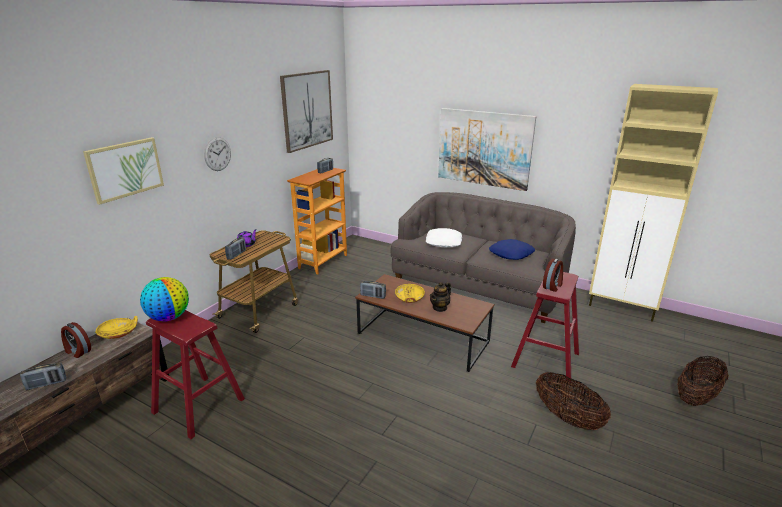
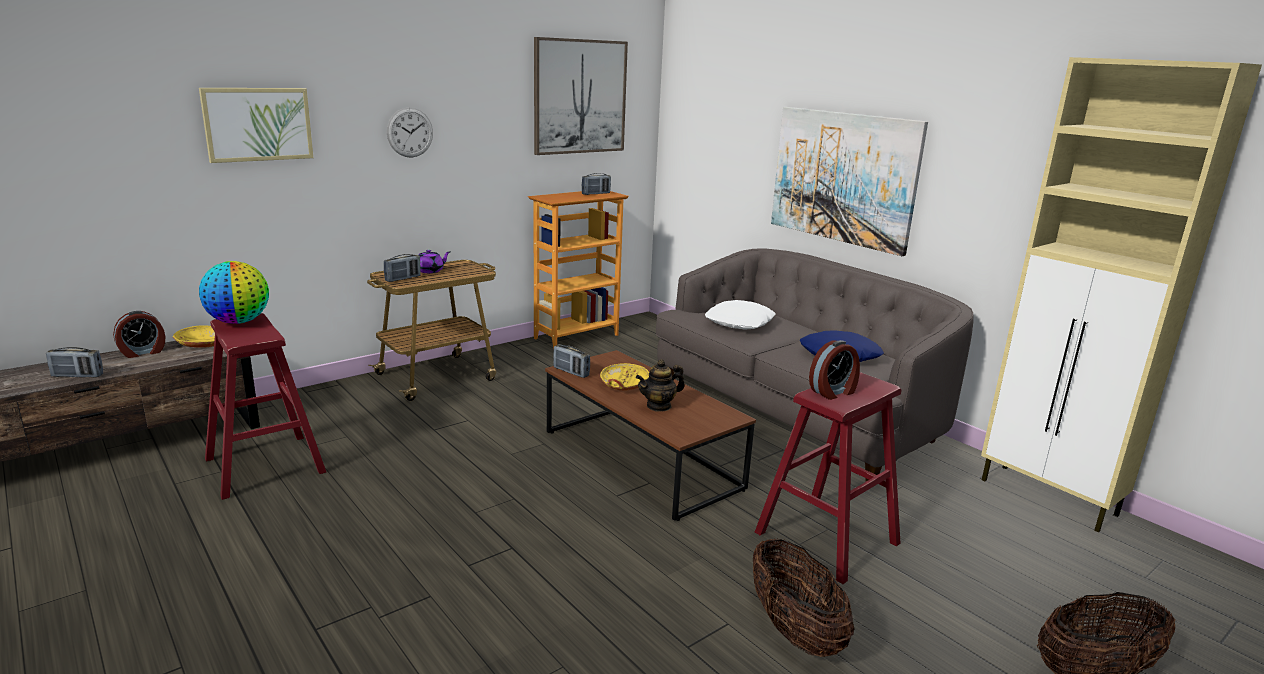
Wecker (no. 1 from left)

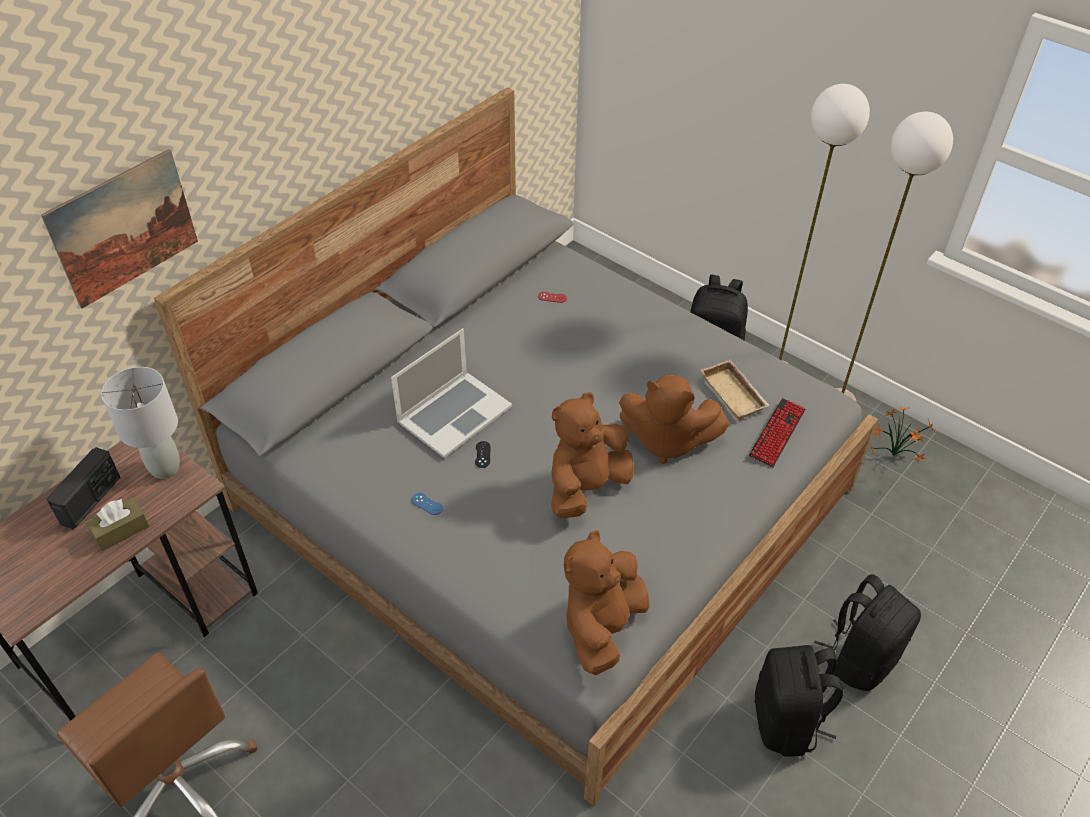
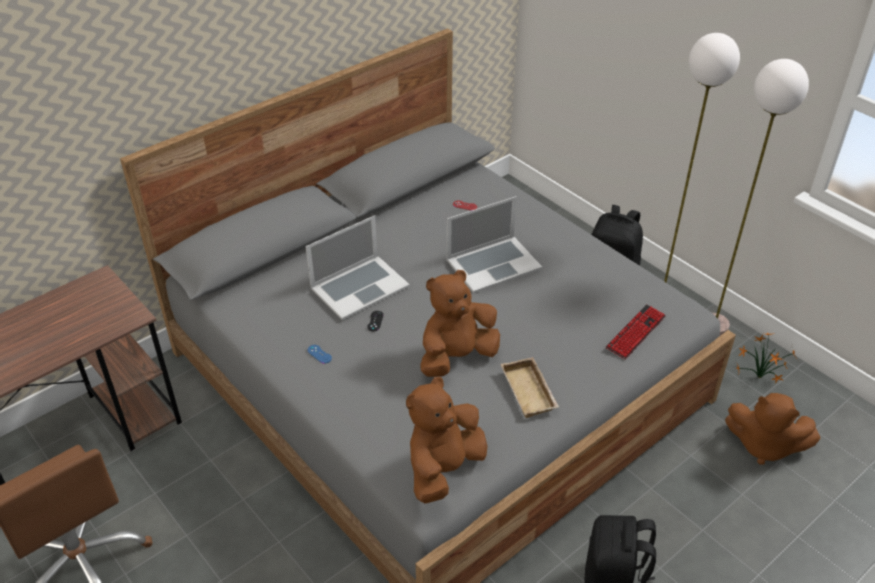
Bild; Radio; Taschentuchbox (braun); Tischlampe (grau); Rucksack (schwarz) (no. 3 from left in the first image); Laptop (no. 2 from left); Plüschtier (braun) (no. 3 from left); Tablett (beige)

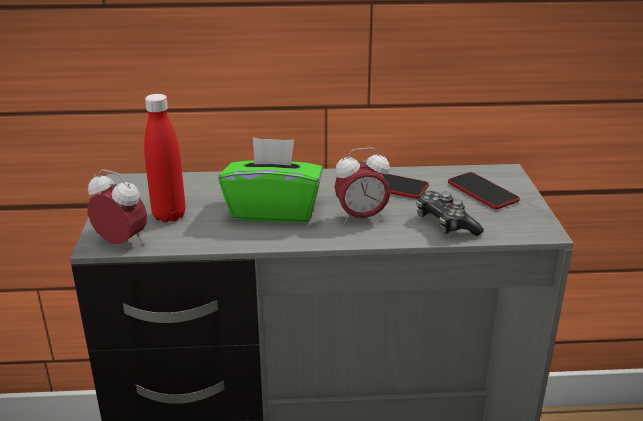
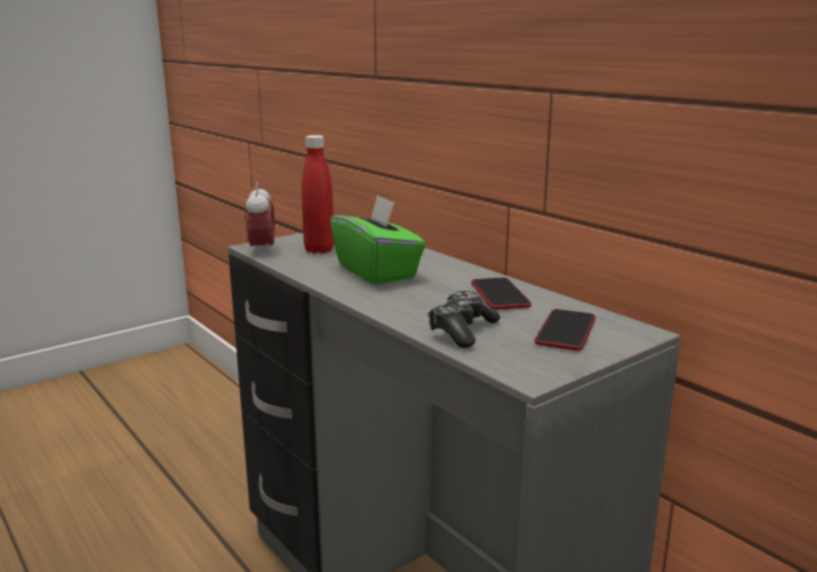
Wecker (no. 2 from left in the first image)

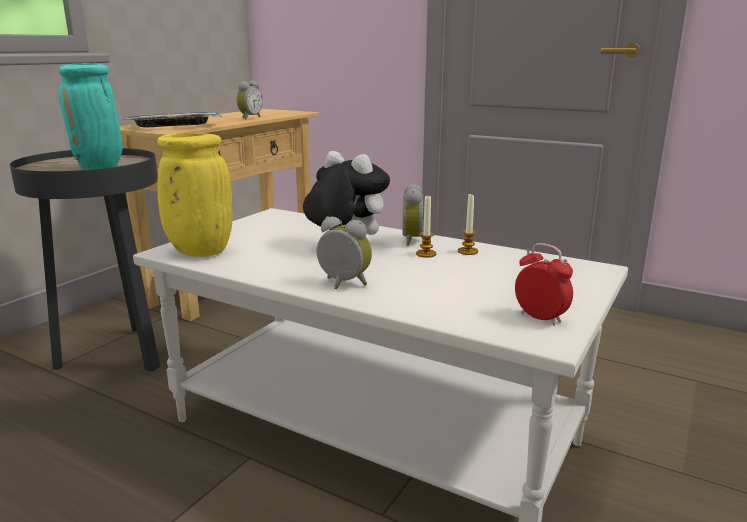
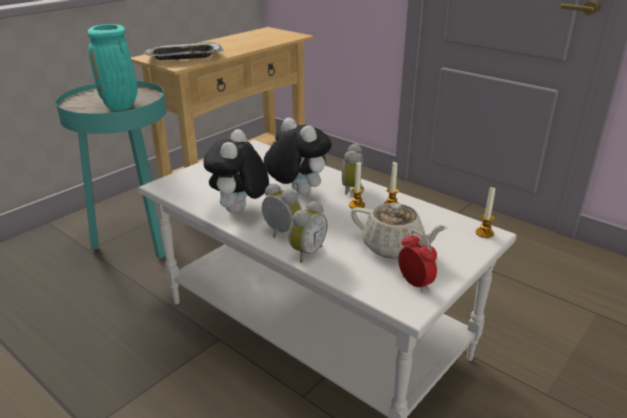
Vase (gelb); Plüschtier (no. 1 from left); Teekanne (beige); Kerze (no. 3 from left); Wecker (no. 2 from left); Beistelltisch (türkis)

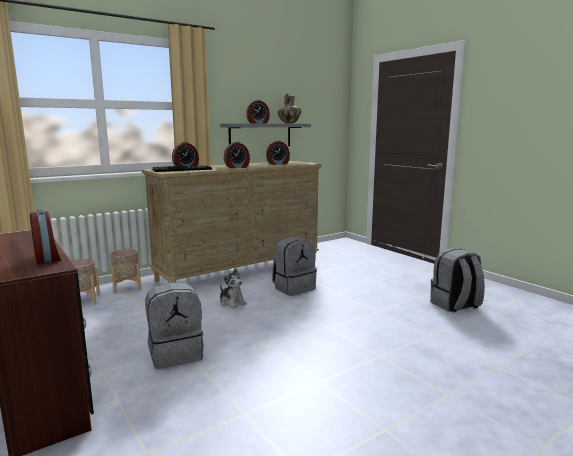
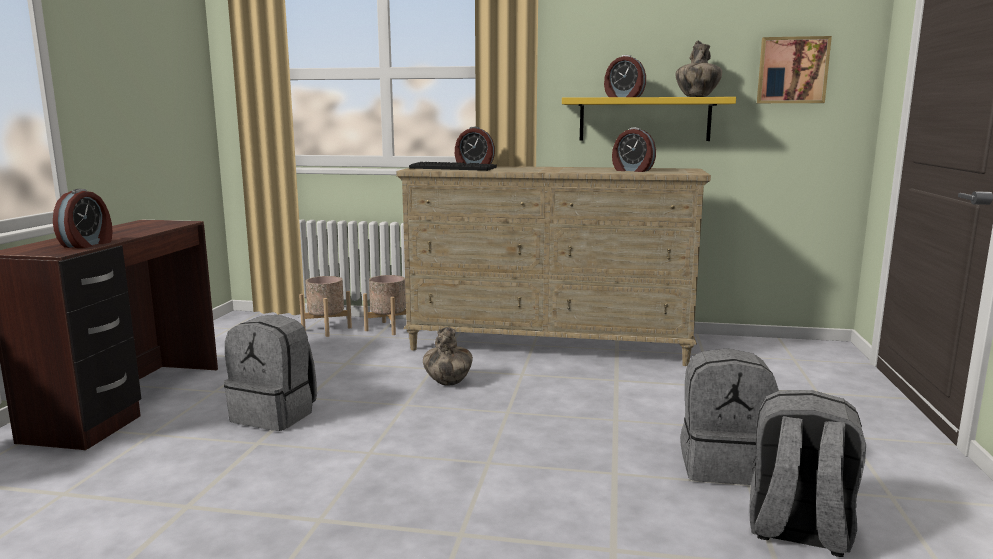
Wecker (no. 3 from left in the first image); Bild; Rucksack (grau) (no. 2 from left); Vase (no. 1 from left); Wandregal (gelb)

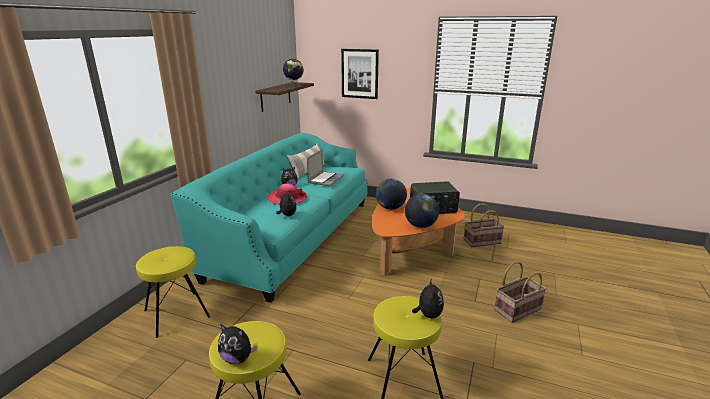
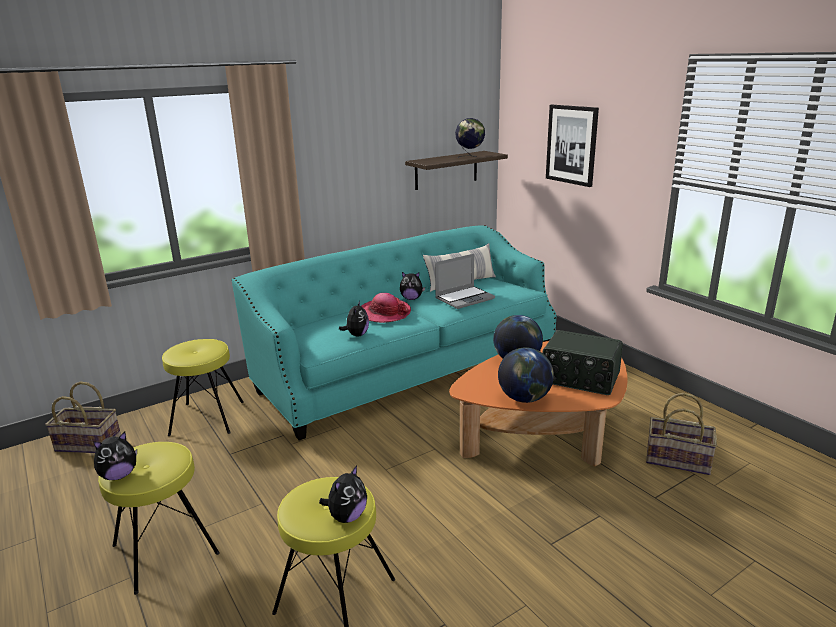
Korb (no. 1 from left); Plüschtier (no. 1 from left)

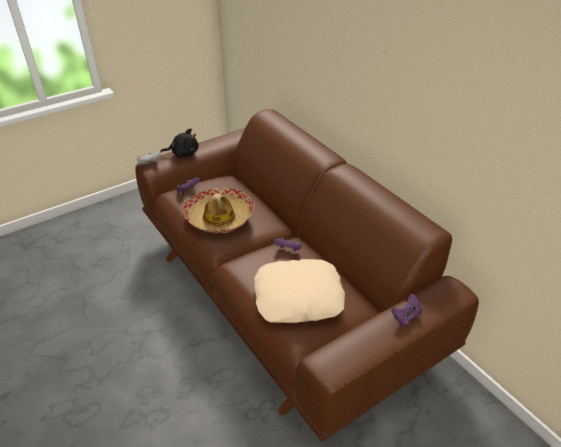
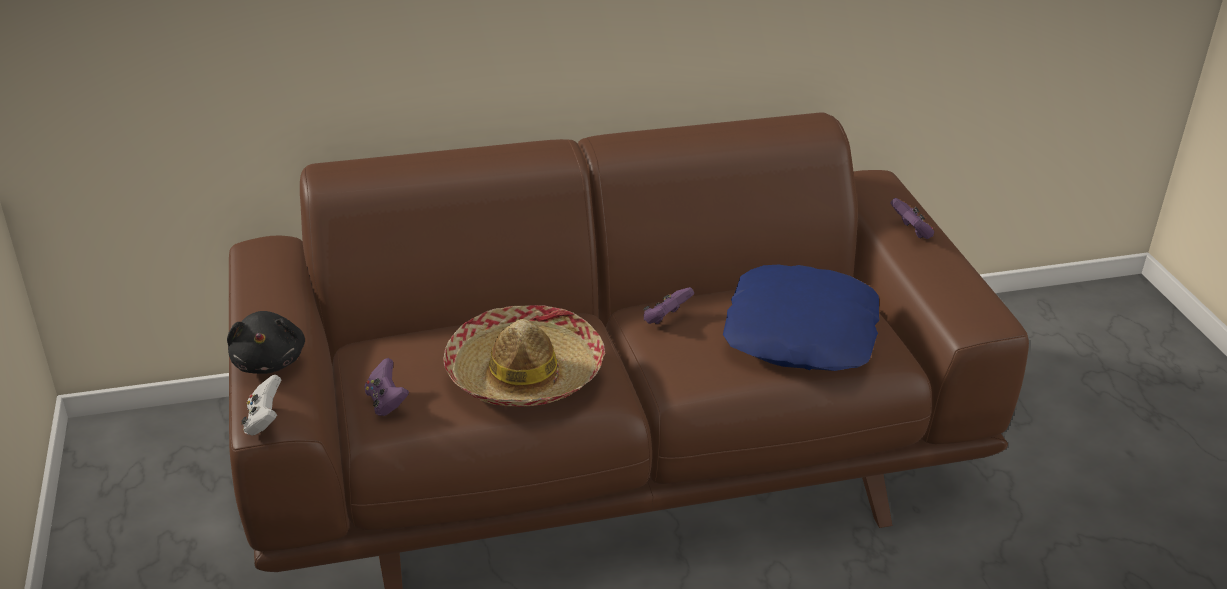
Kissen (blau); Plüschtier (schwarz)

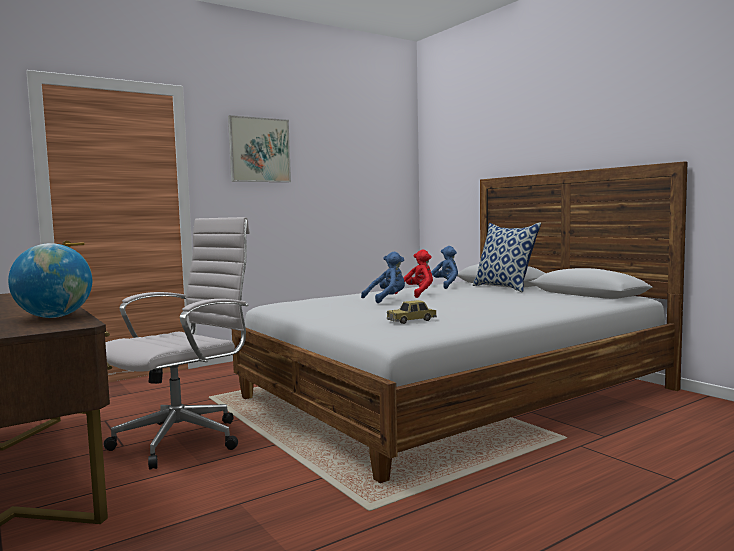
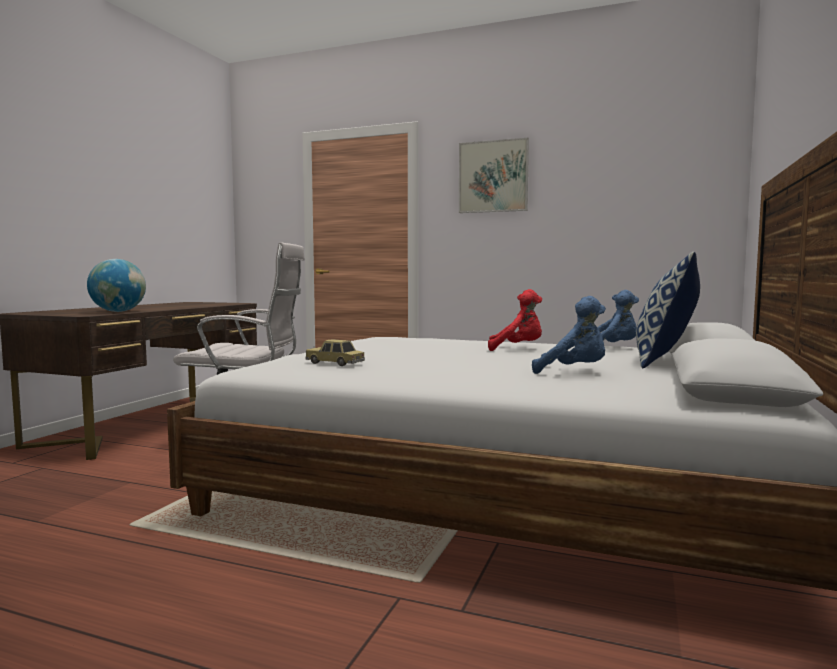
Plüschtier (blau) (no. 1 from left)

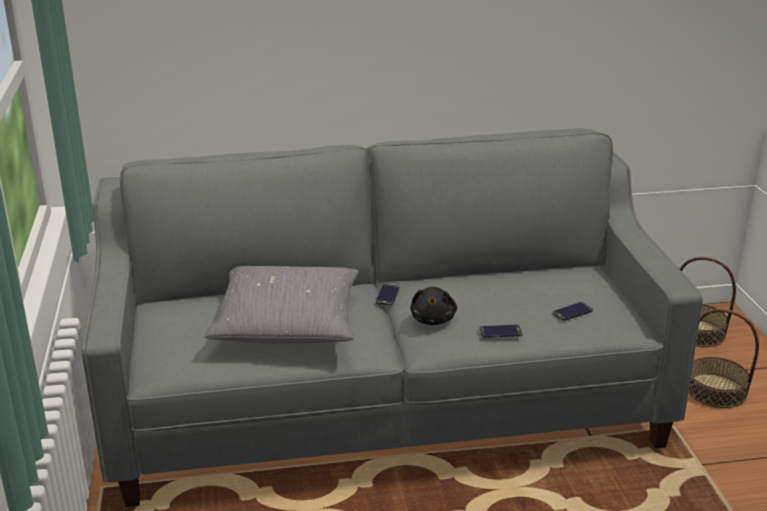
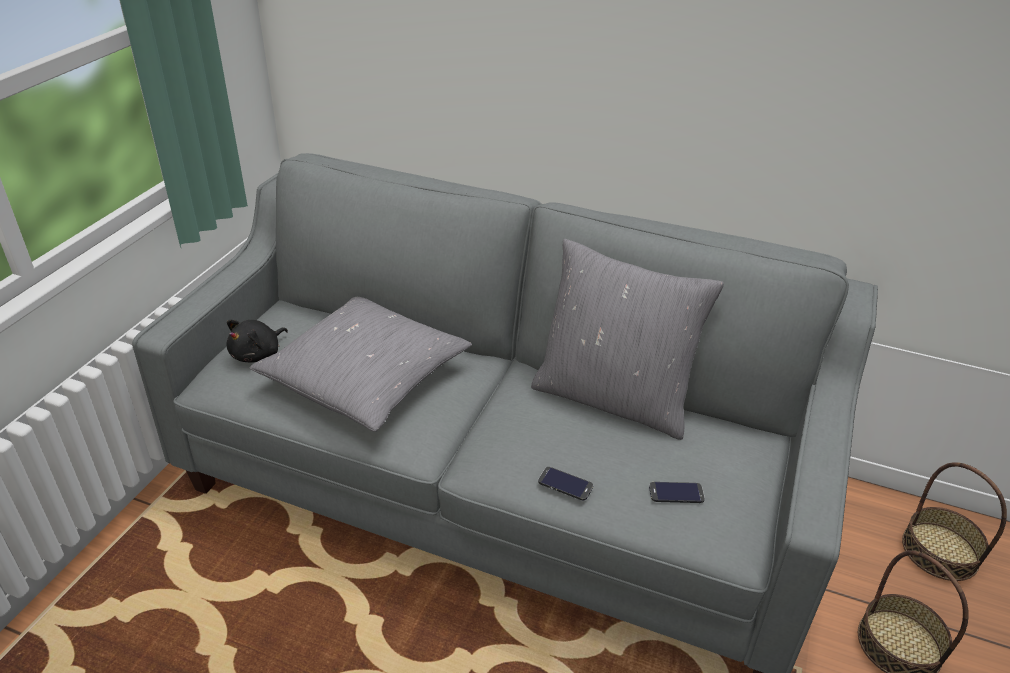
Handy (no. 1 from left in the first image); Kissen (grau) (no. 2 from left); Plüschtier (schwarz)

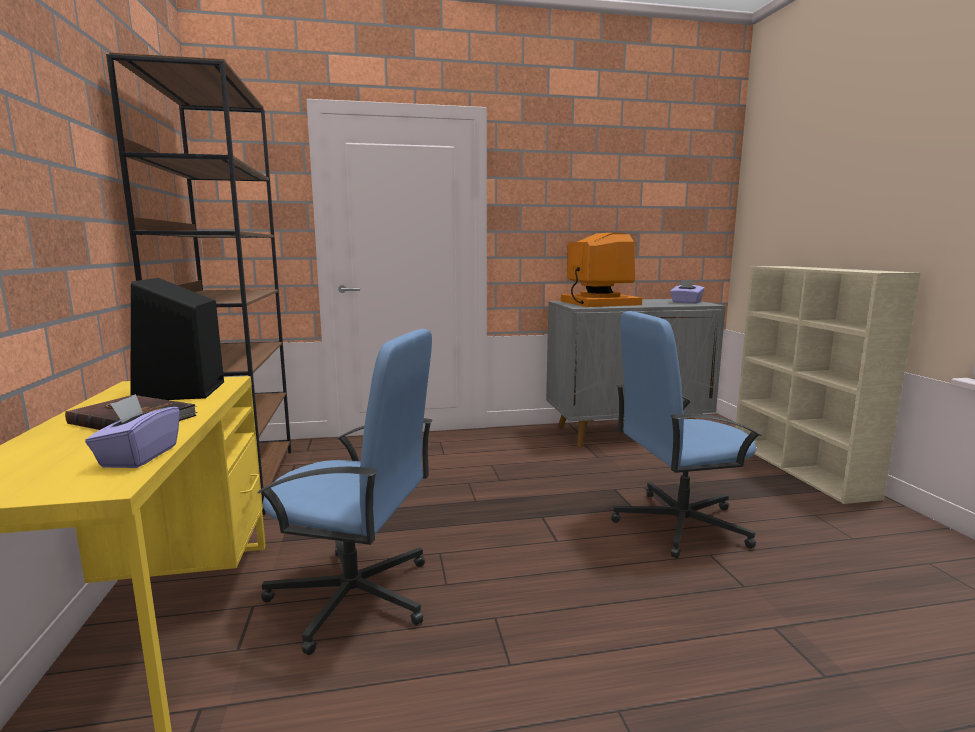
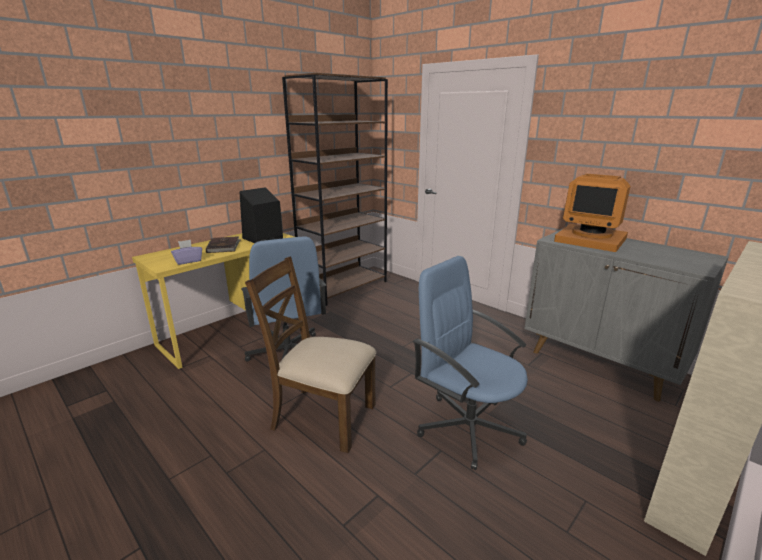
Taschentuchbox (lila) (no. 2 from left in the first image); Stuhl (braun); Monitor

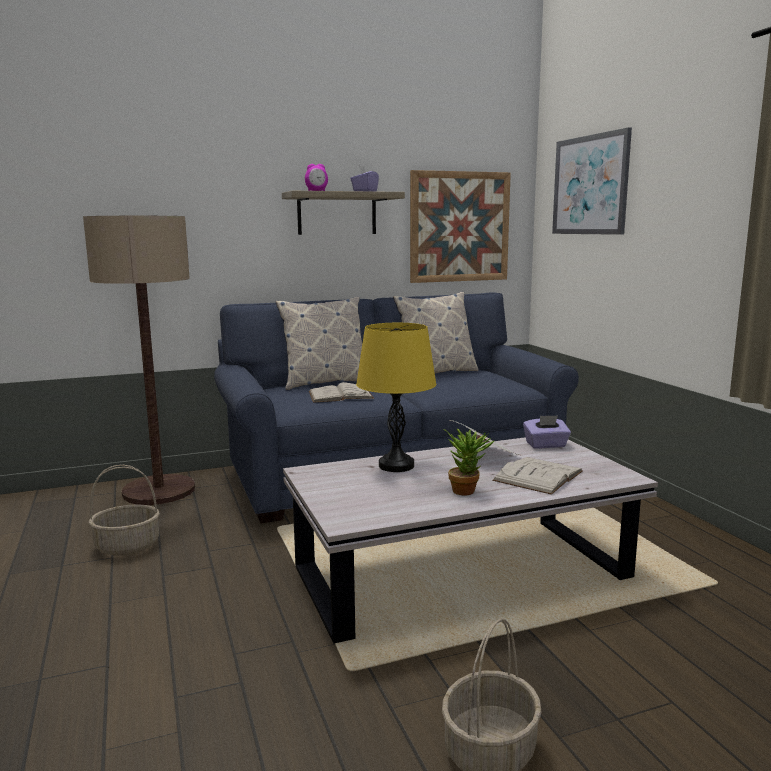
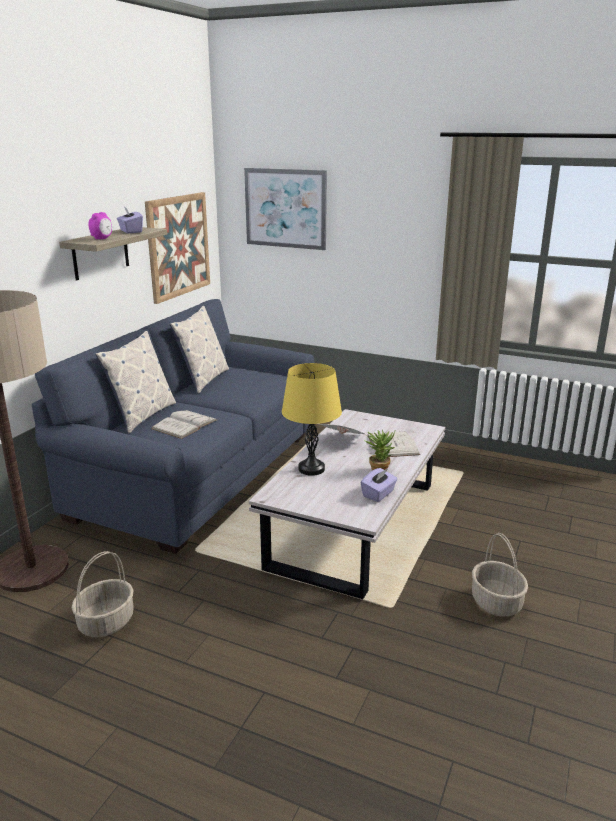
Taschentuchbox (lila) (no. 2 from left)

